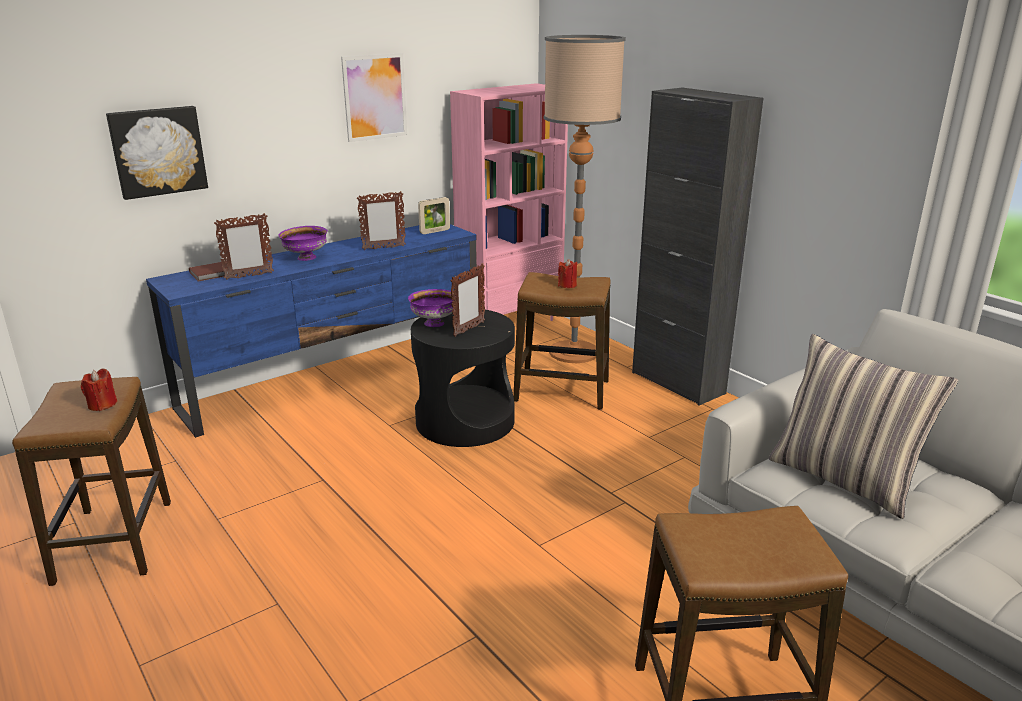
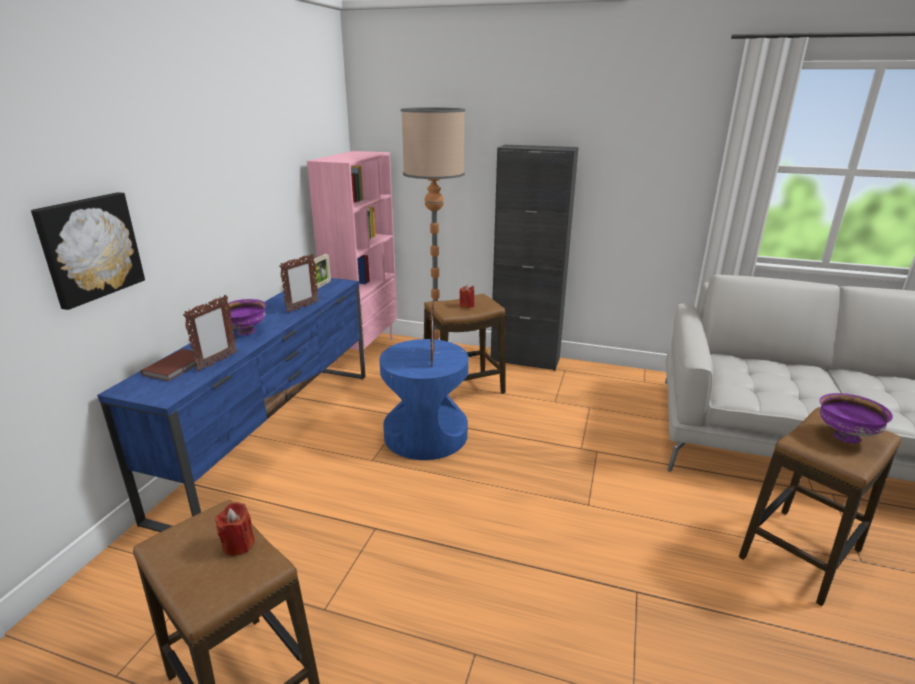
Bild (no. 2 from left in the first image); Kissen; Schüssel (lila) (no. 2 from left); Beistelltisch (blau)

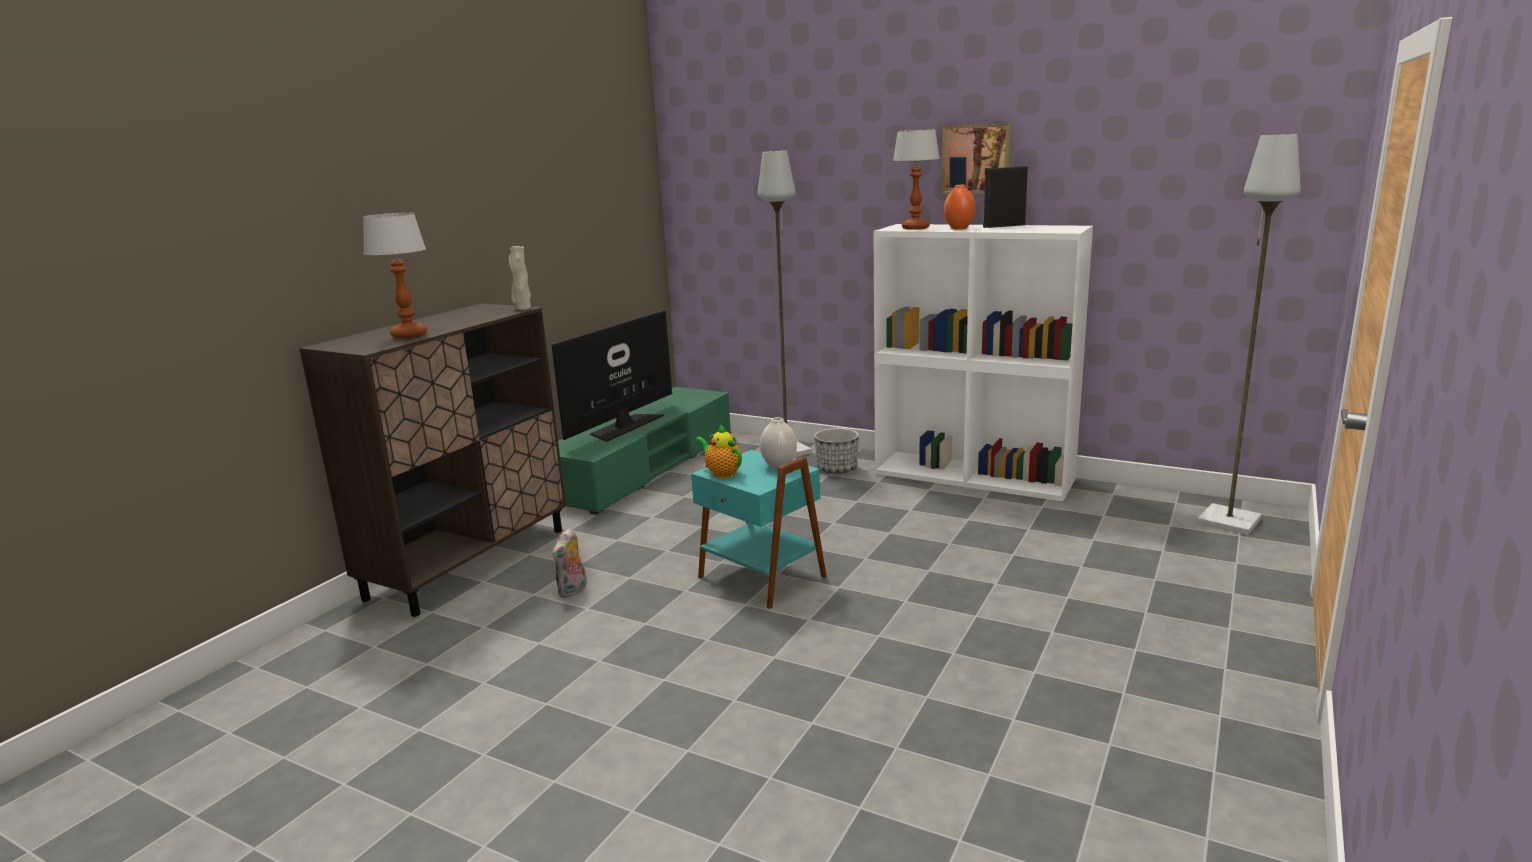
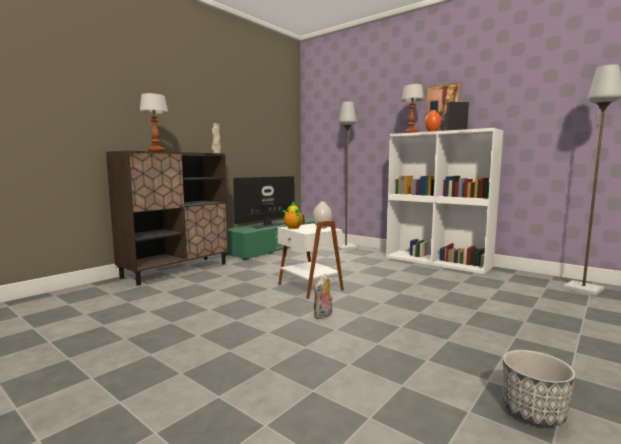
Plüschtier; Pflanzkübel; Beistelltisch (weiß)

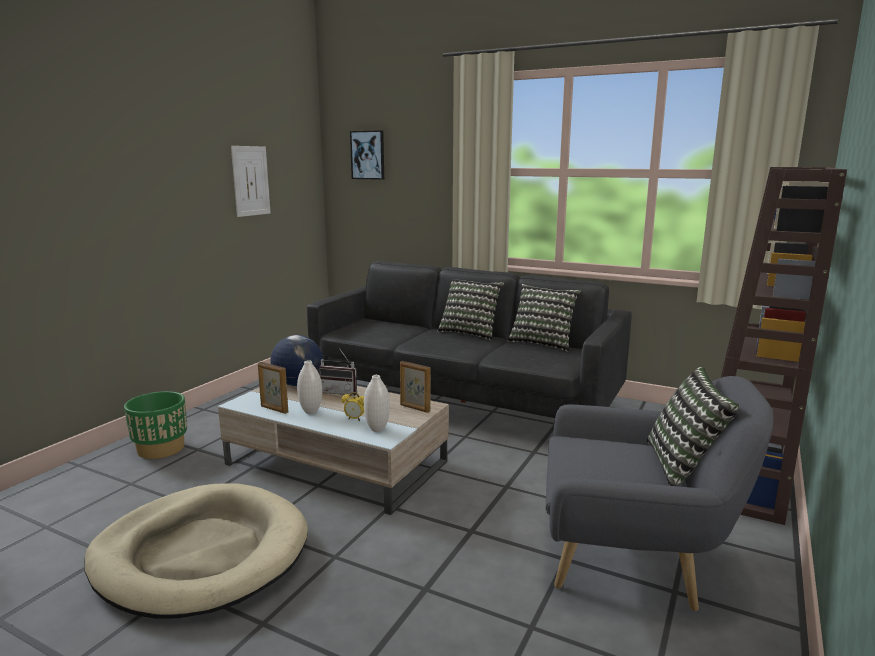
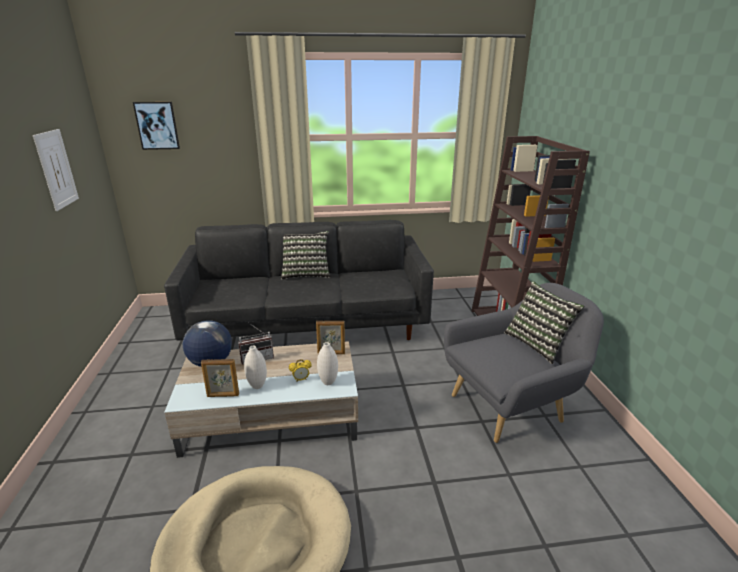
Pflanzkübel (grün); Kissen (no. 2 from left in the first image)

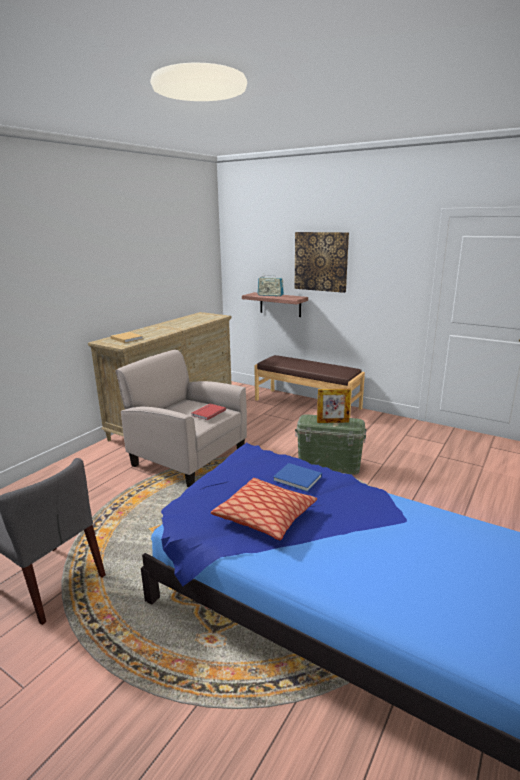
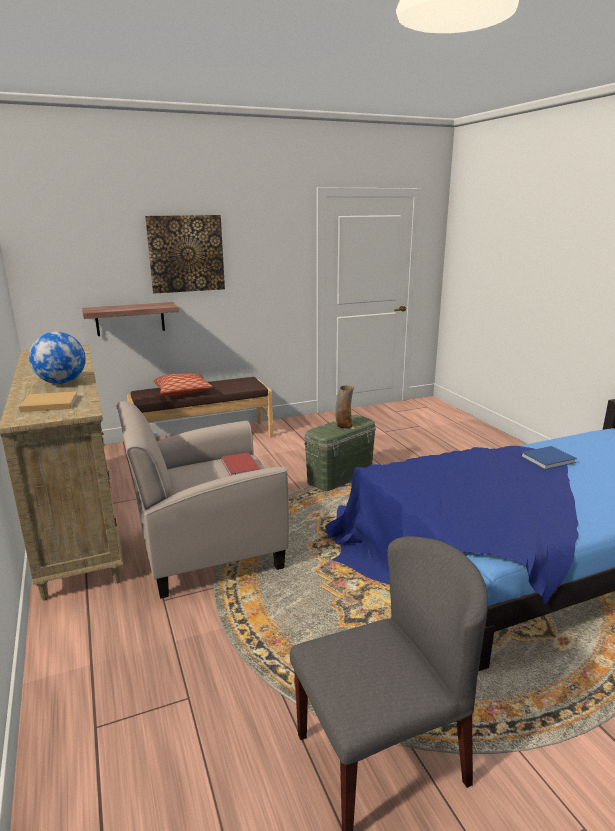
Radio; Globus; Kissen; Buch (blau); Vase

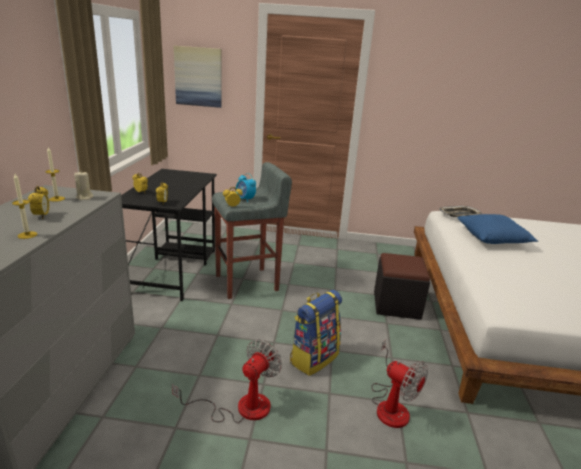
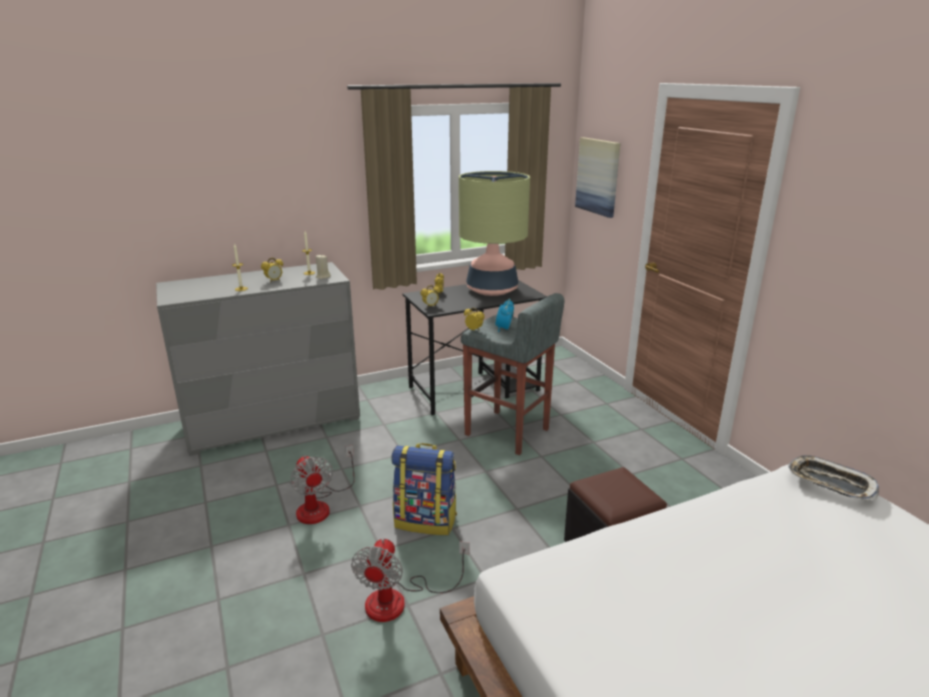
Kissen (blau); Tischlampe; Ventilator (no. 1 from left)

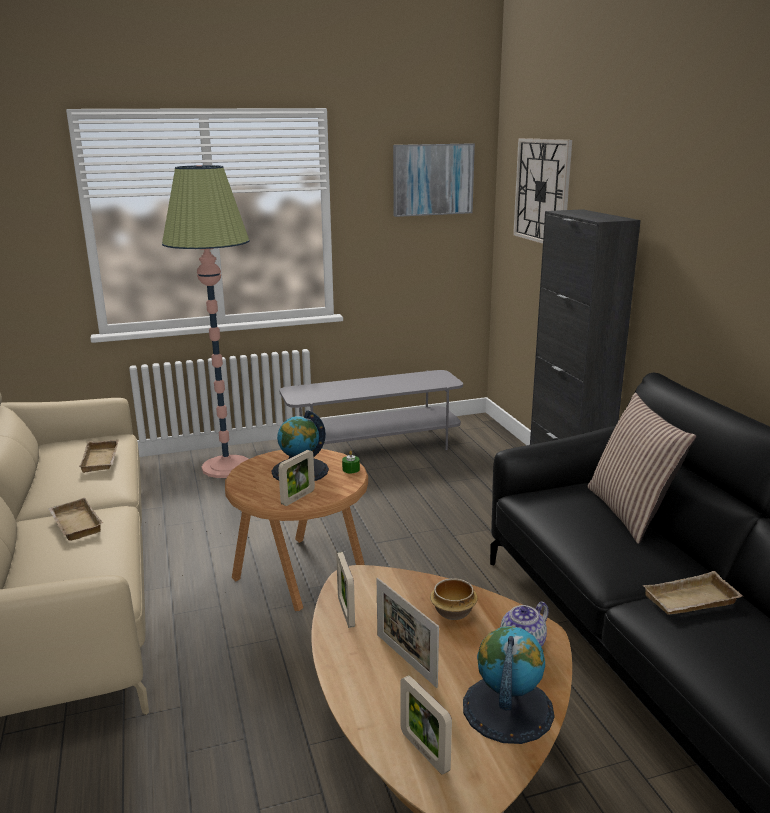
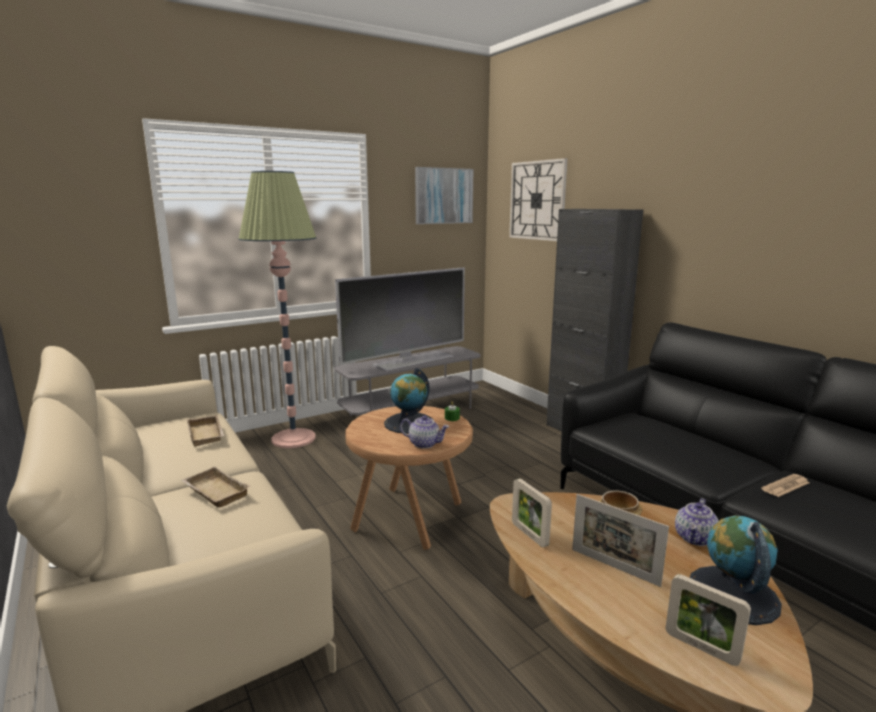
Kissen; Fernseher; Teekanne (no. 1 from left); Zeitung

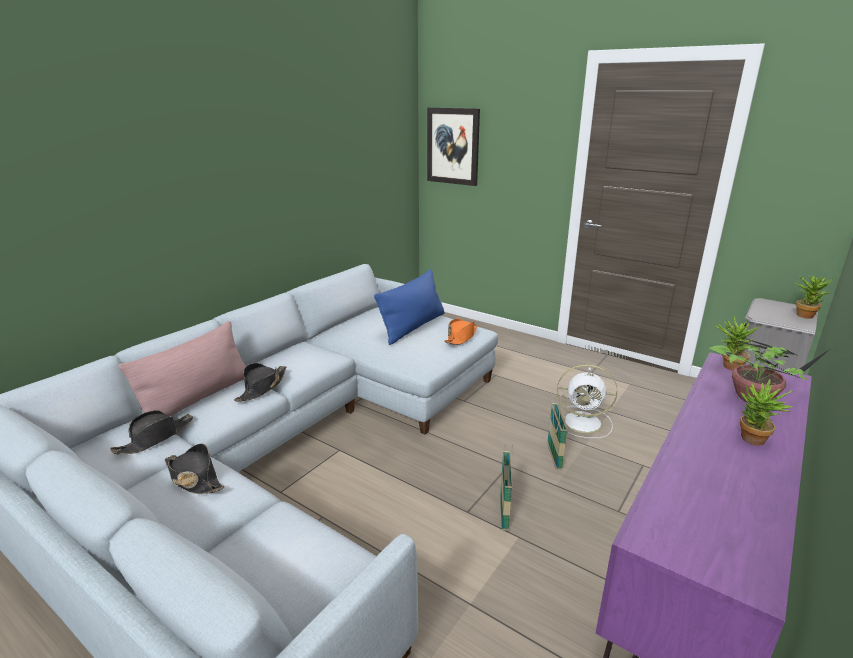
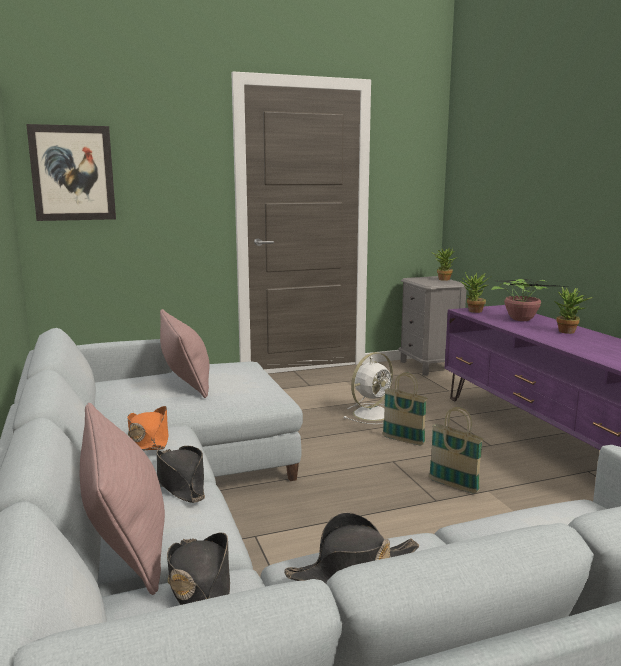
Hut (orange); Kissen (rosa) (no. 2 from left)

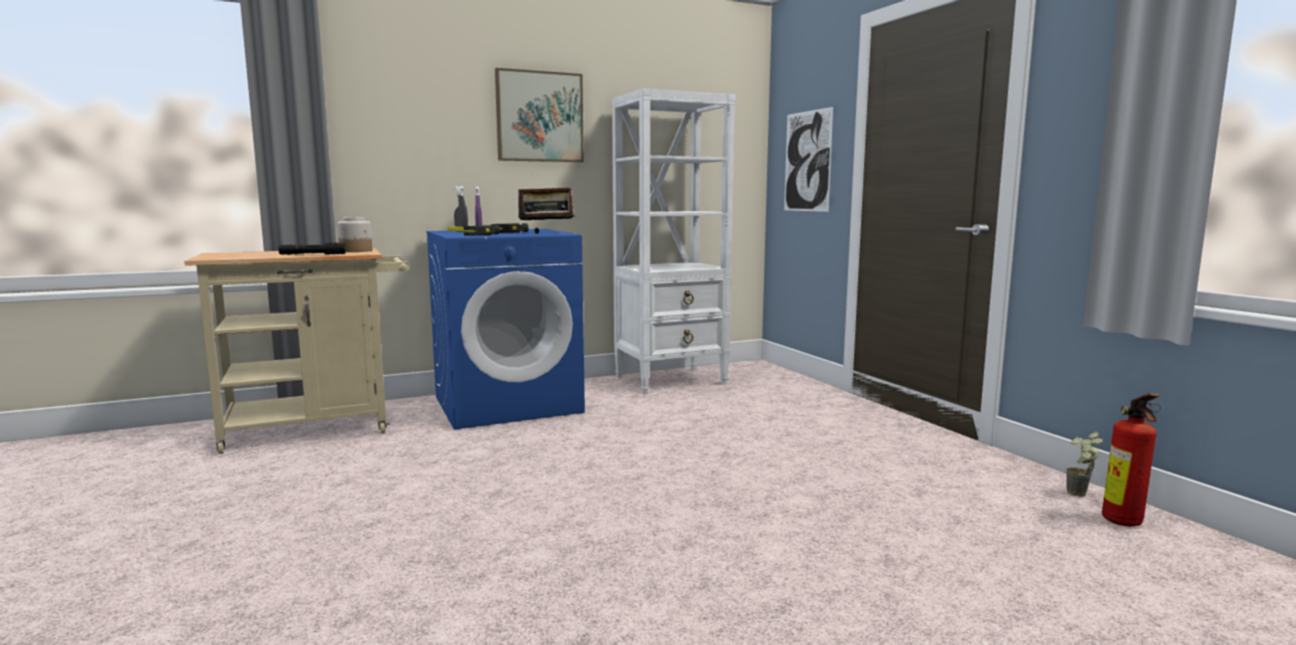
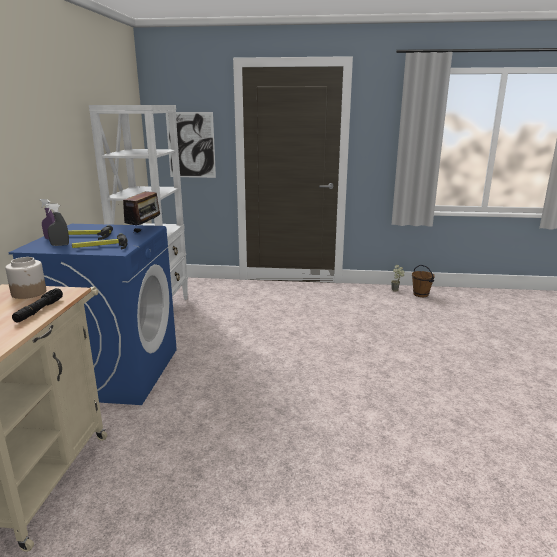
Bild (no. 1 from left in the first image); Eimer (braun)

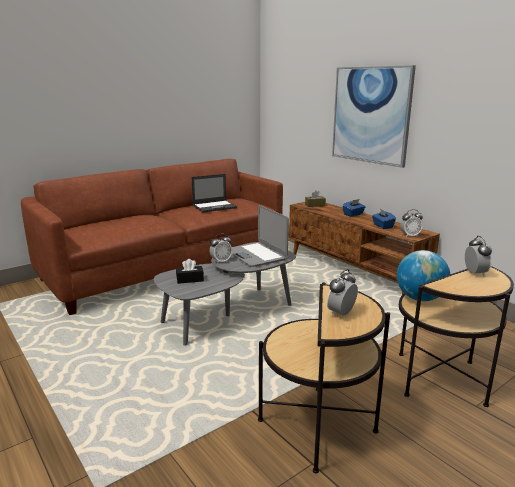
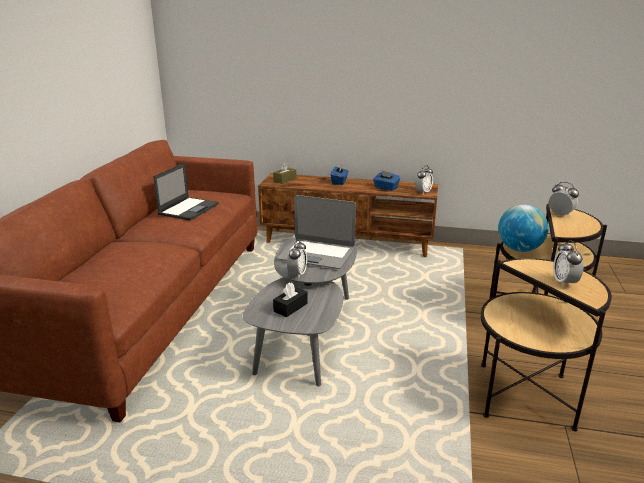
Bild

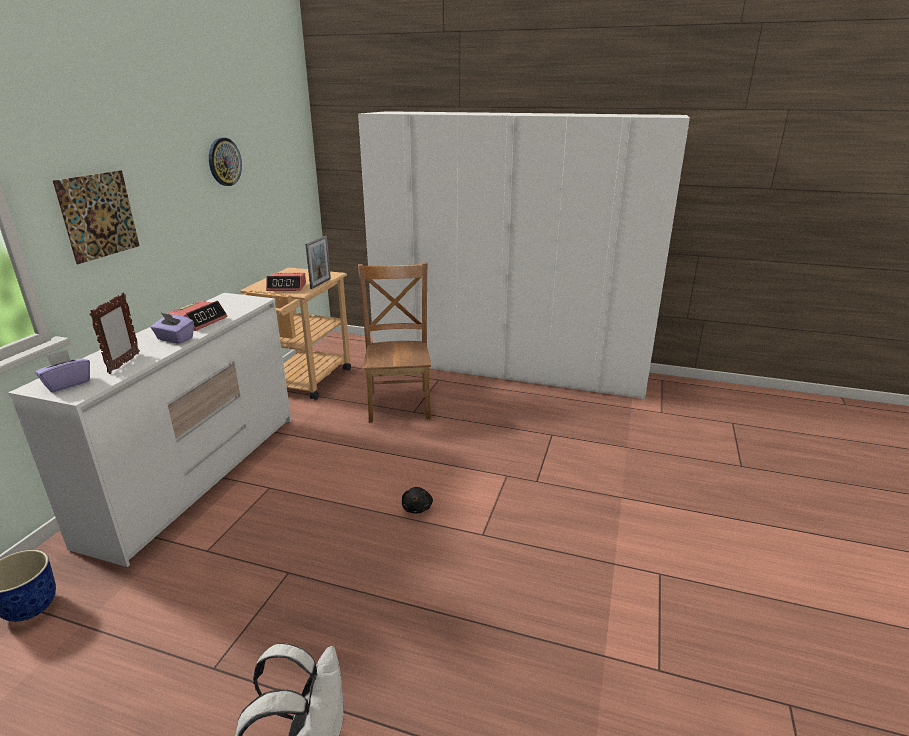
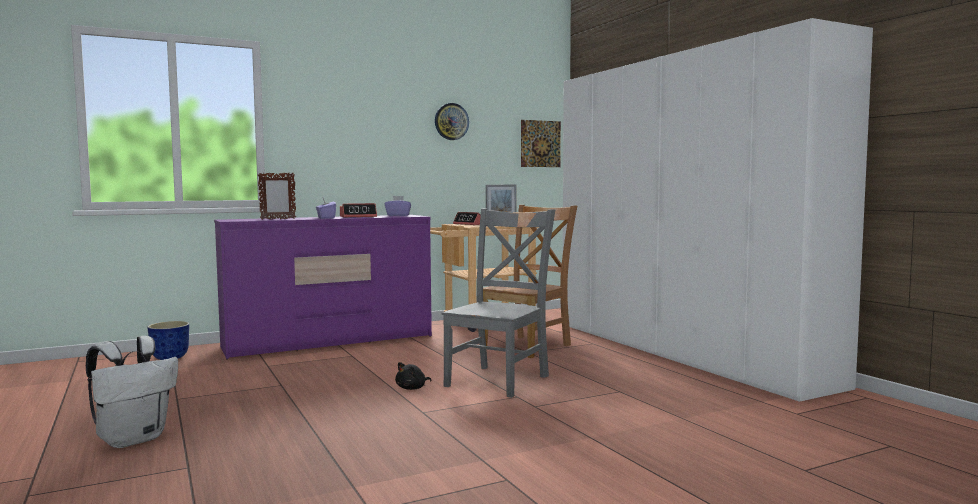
Stuhl (grau); Taschentuchbox (lila) (no. 2 from left); Bild; Kommode (lila)

